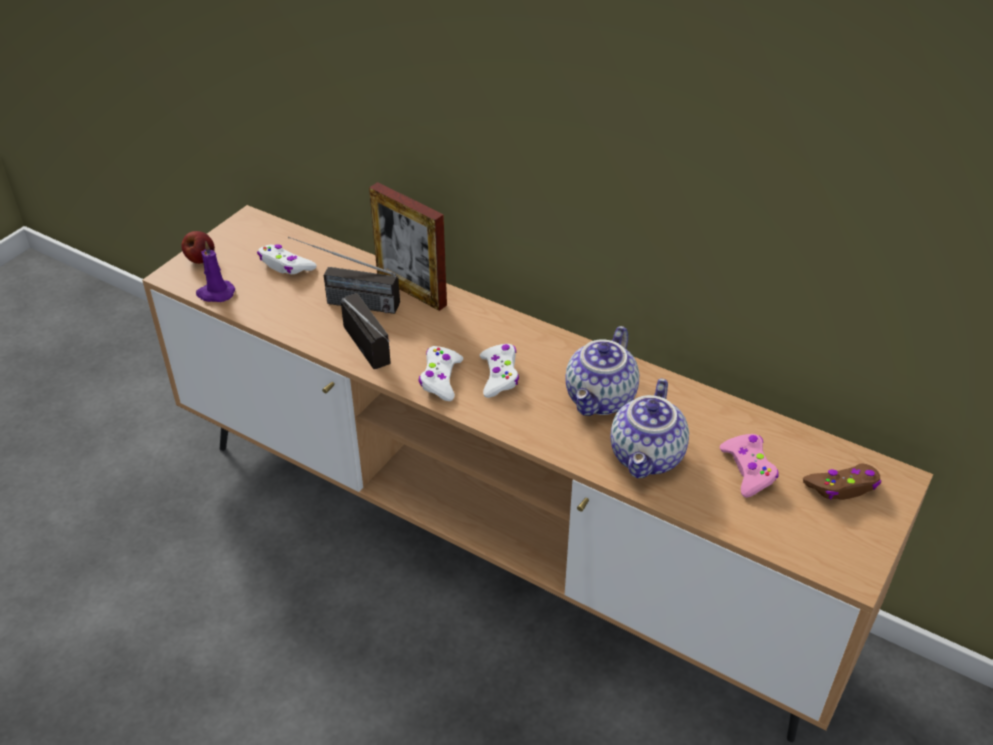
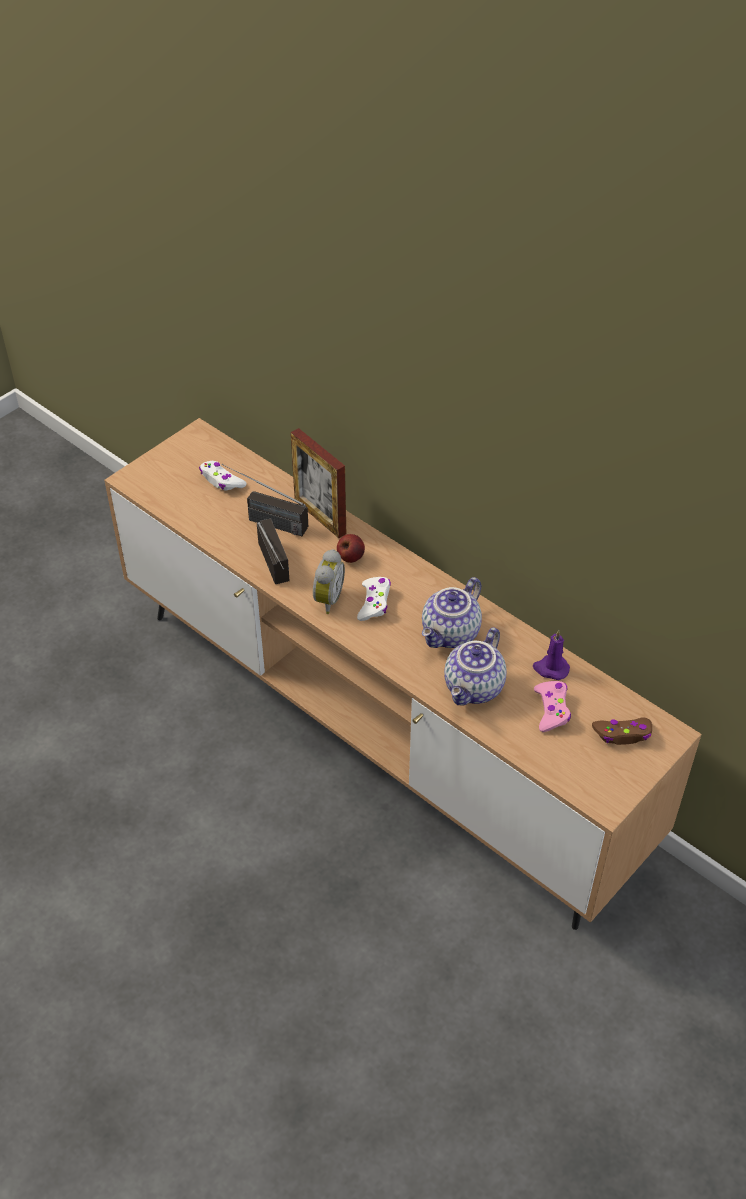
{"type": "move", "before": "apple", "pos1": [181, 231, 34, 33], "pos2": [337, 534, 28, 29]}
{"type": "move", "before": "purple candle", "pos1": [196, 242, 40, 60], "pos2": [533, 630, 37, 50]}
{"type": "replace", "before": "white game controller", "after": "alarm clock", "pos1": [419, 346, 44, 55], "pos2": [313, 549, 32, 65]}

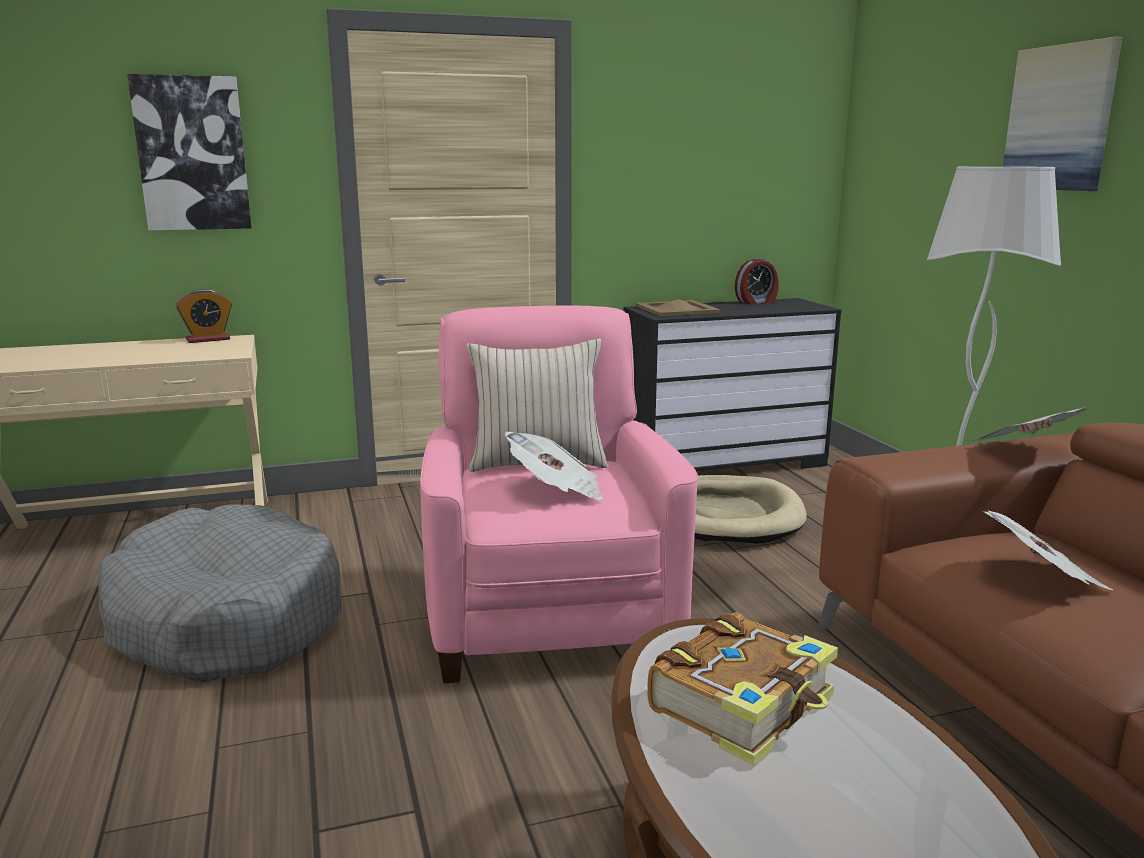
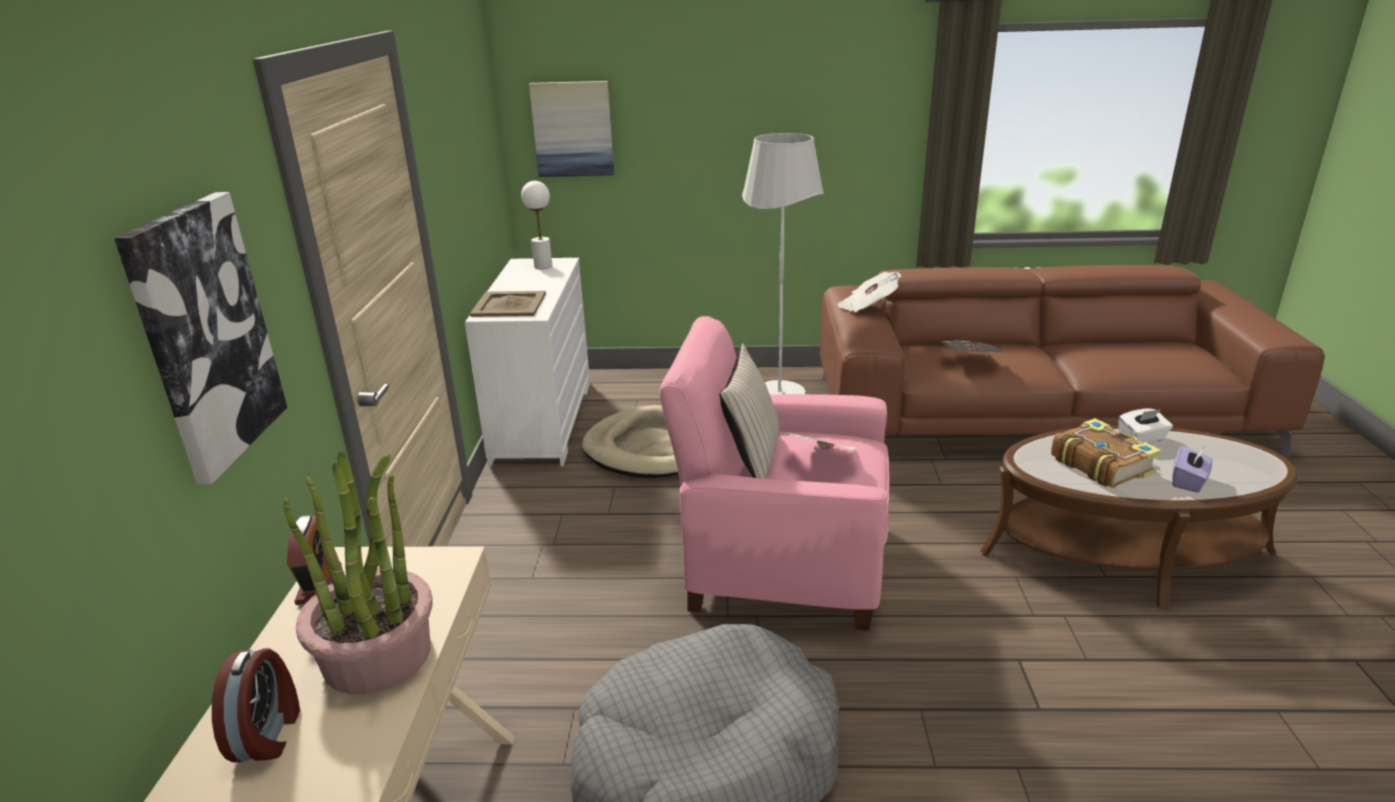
{"type": "insert", "after": "potted plant", "pos2": [283, 452, 149, 242]}
{"type": "insert", "after": "white table lamp", "pos2": [521, 181, 31, 88]}
{"type": "insert", "after": "white tissue box", "pos2": [1118, 408, 55, 36]}
{"type": "insert", "after": "purple tissue box", "pos2": [1172, 446, 41, 47]}
{"type": "move", "before": "alarm clock", "pos1": [735, 258, 44, 47], "pos2": [212, 648, 88, 115]}
{"type": "move", "before": "picture", "pos1": [1003, 37, 120, 154], "pos2": [529, 81, 85, 96]}
{"type": "recolor", "before": "black dresser", "after": "white dresser", "pos1": [624, 298, 218, 173], "pos2": [465, 258, 125, 209]}

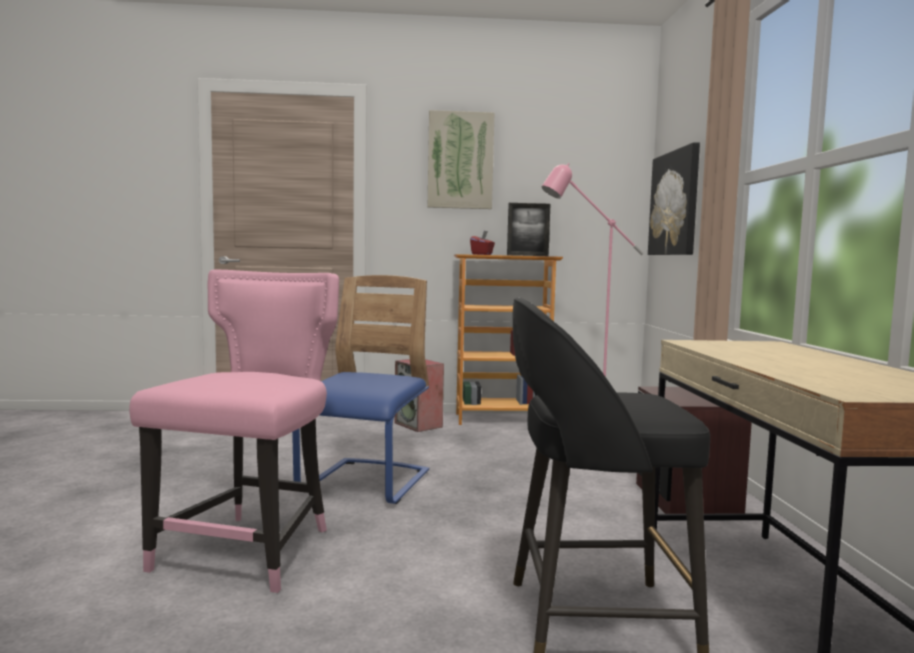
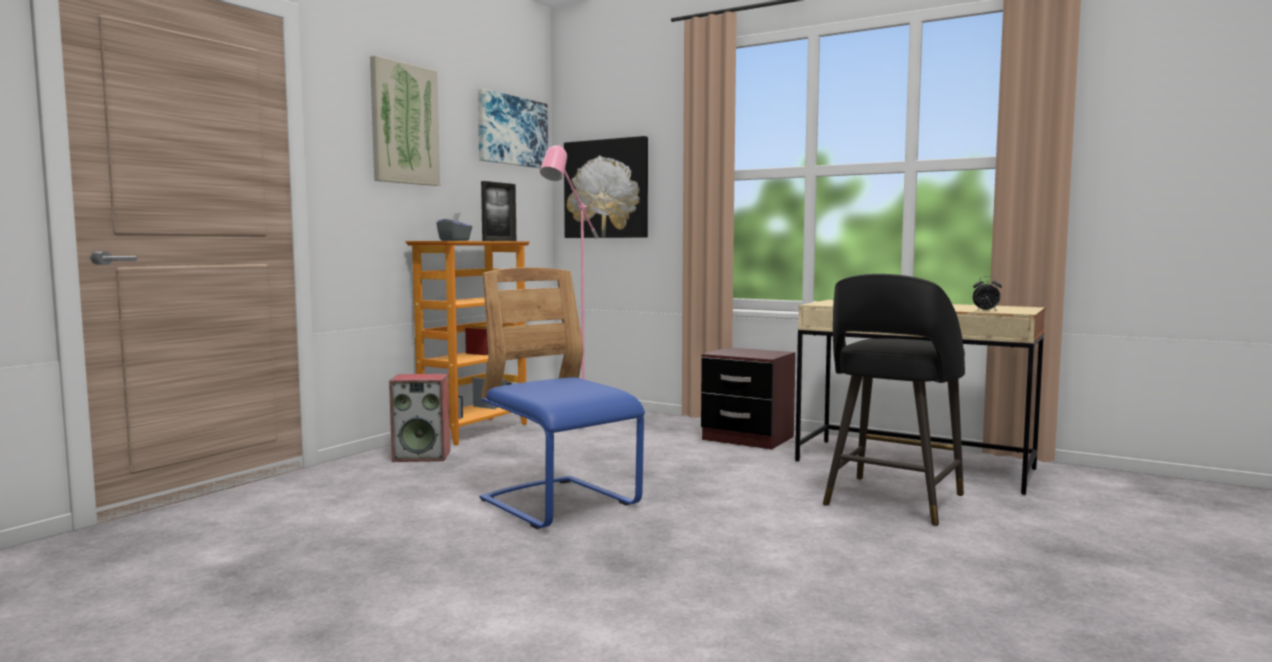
{"type": "delete", "before": "pink chair", "pos1": [129, 269, 210, 324]}
{"type": "insert", "after": "picture", "pos2": [478, 88, 70, 80]}
{"type": "insert", "after": "alarm clock", "pos2": [973, 276, 29, 35]}
{"type": "recolor", "before": "red tissue box", "after": "grey tissue box", "pos1": [470, 231, 25, 24], "pos2": [436, 212, 36, 29]}

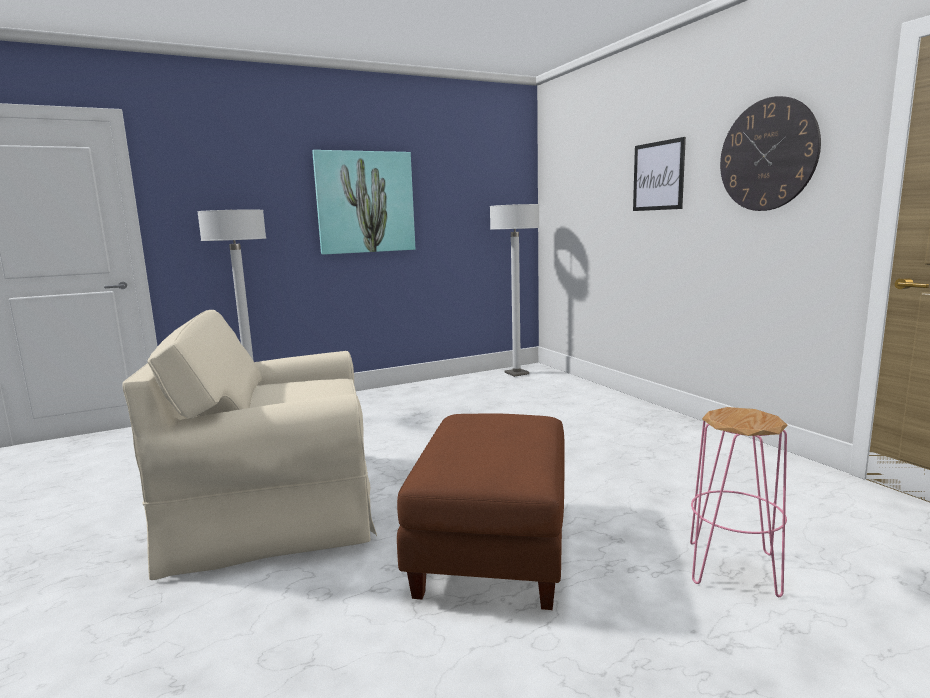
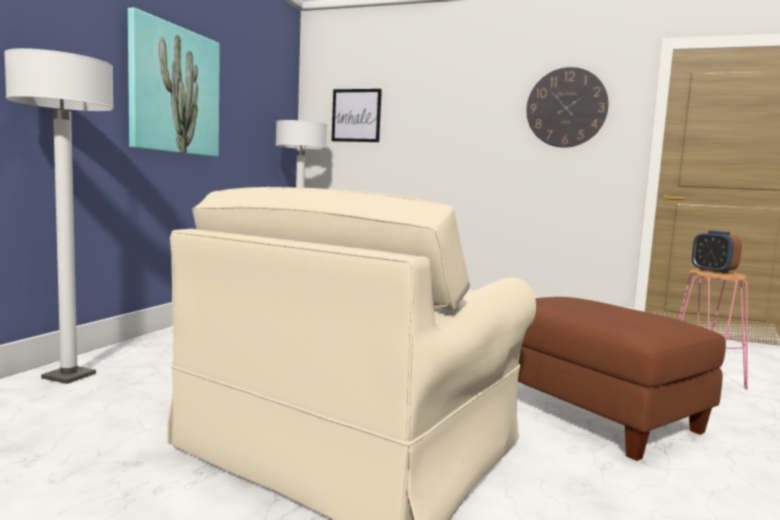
{"type": "insert", "after": "alarm clock", "pos2": [692, 230, 50, 44]}
{"type": "move", "before": "picture", "pos1": [633, 137, 53, 74], "pos2": [332, 89, 50, 53]}

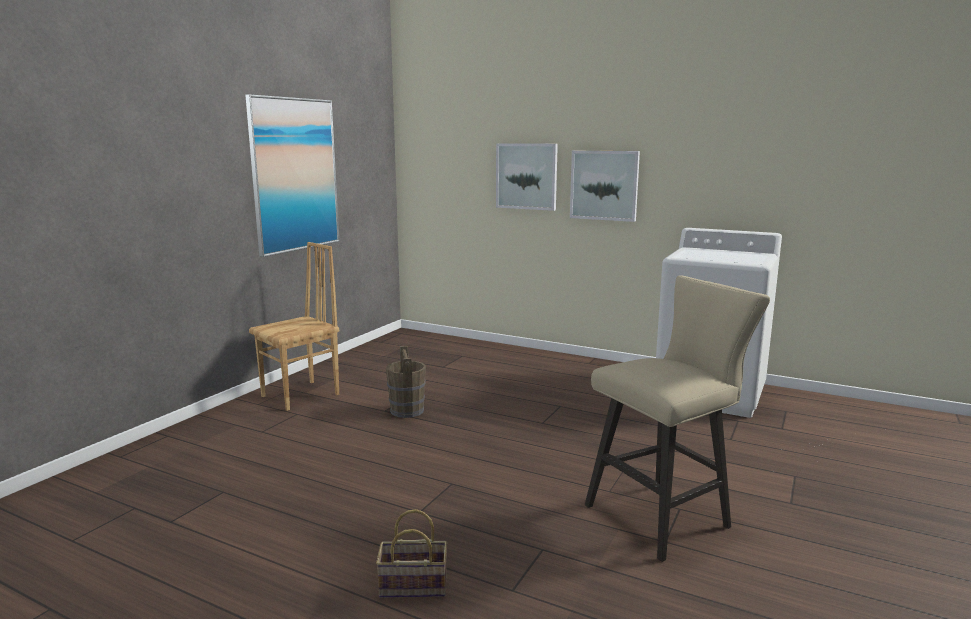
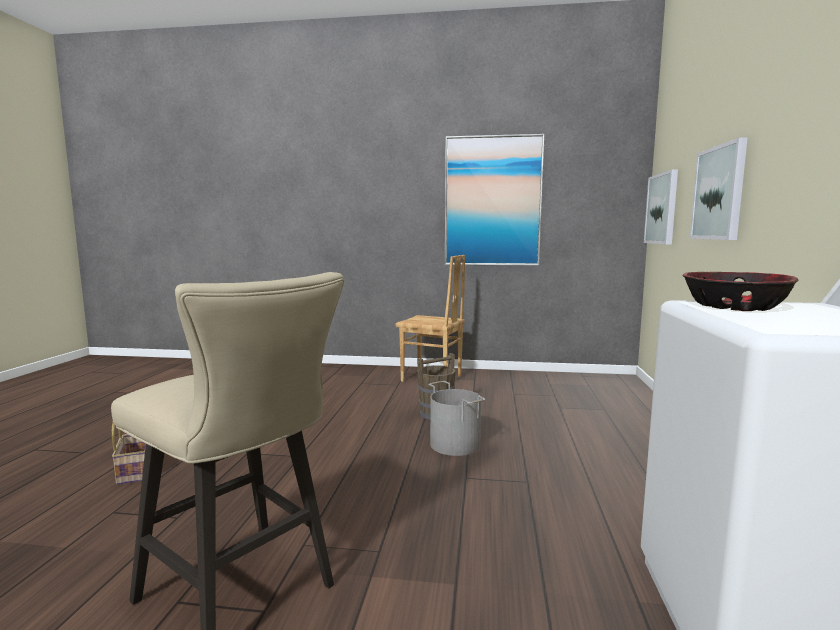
{"type": "insert", "after": "grey bucket", "pos2": [429, 381, 56, 75]}
{"type": "insert", "after": "bowl", "pos2": [682, 272, 117, 39]}
{"type": "move", "before": "picture", "pos1": [570, 151, 70, 71], "pos2": [644, 170, 34, 74]}

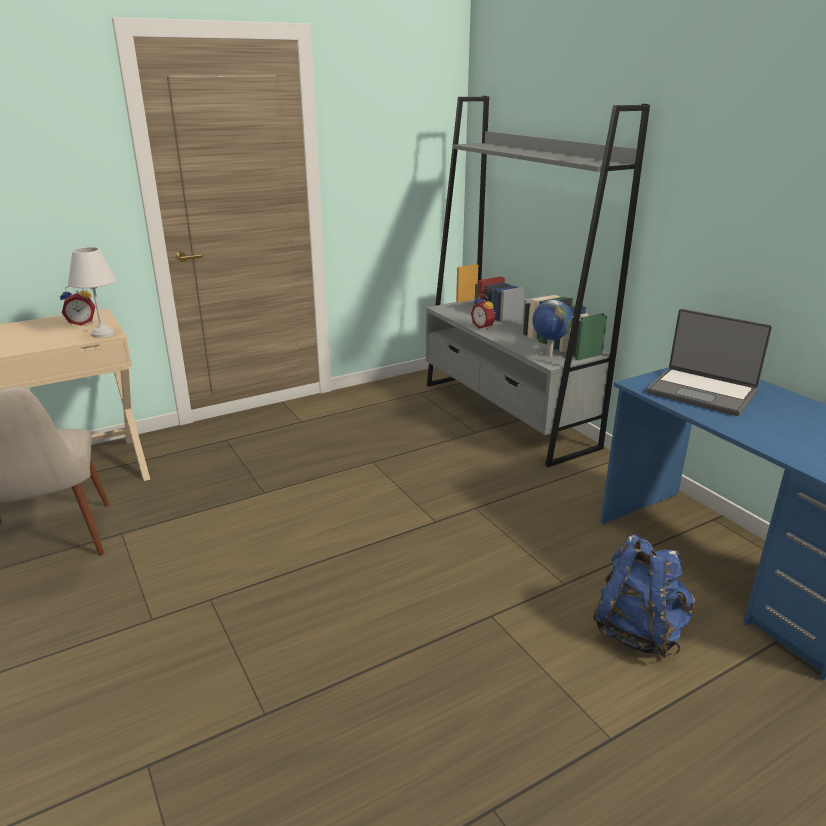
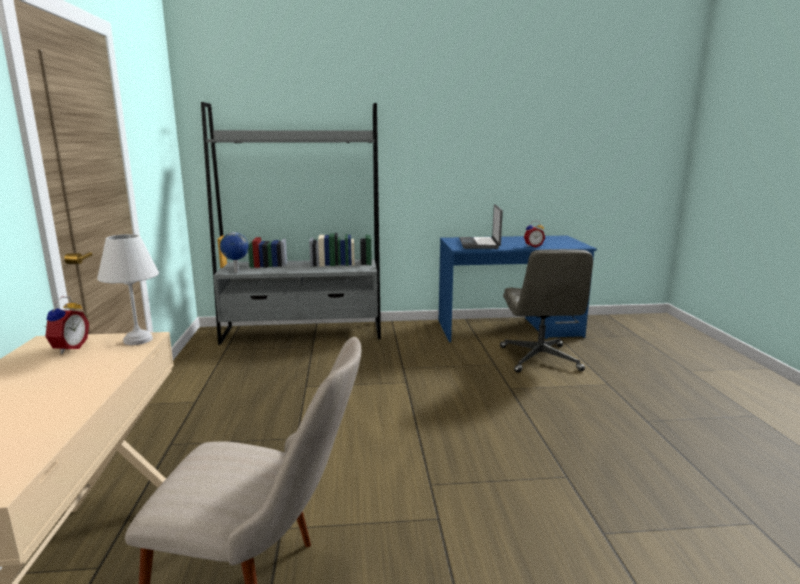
{"type": "move", "before": "alarm clock", "pos1": [471, 294, 24, 36], "pos2": [524, 221, 21, 27]}
{"type": "move", "before": "globe", "pos1": [532, 300, 41, 57], "pos2": [220, 232, 29, 41]}
{"type": "replace", "before": "blue backpack", "after": "grey office chair", "pos1": [593, 534, 102, 124], "pos2": [500, 249, 93, 124]}
{"type": "rotate", "before": "laptop", "pos1": [647, 309, 125, 107], "pos2": [459, 204, 44, 45], "turn": 120}

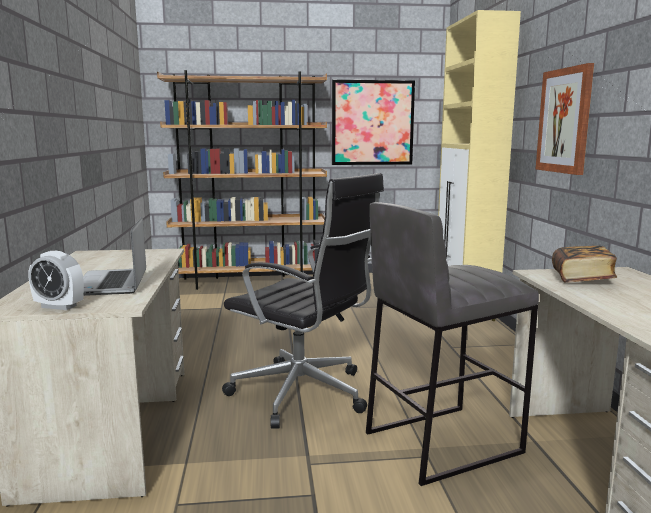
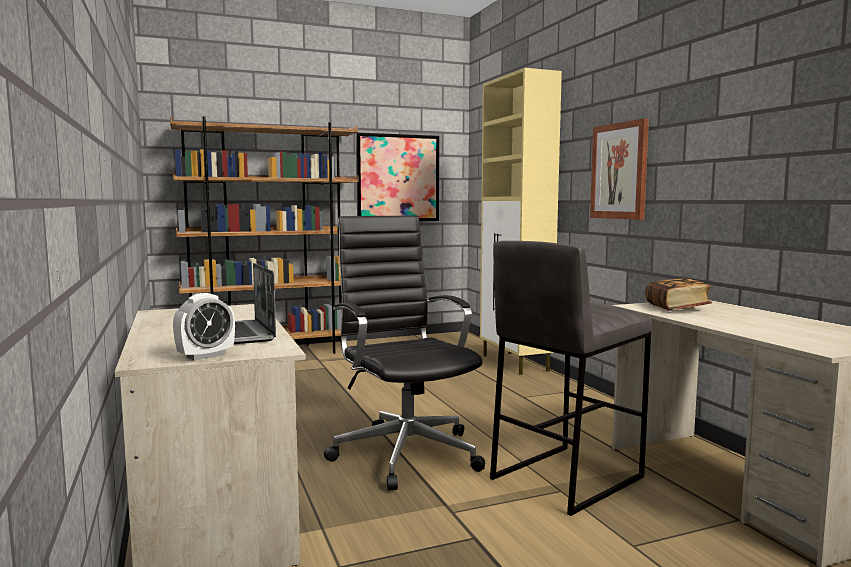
{"type": "rotate", "before": "alarm clock", "pos1": [29, 251, 55, 59], "pos2": [173, 293, 62, 68], "turn": -45}
{"type": "rotate", "before": "black office chair", "pos1": [222, 173, 162, 256], "pos2": [324, 215, 161, 276], "turn": -135}

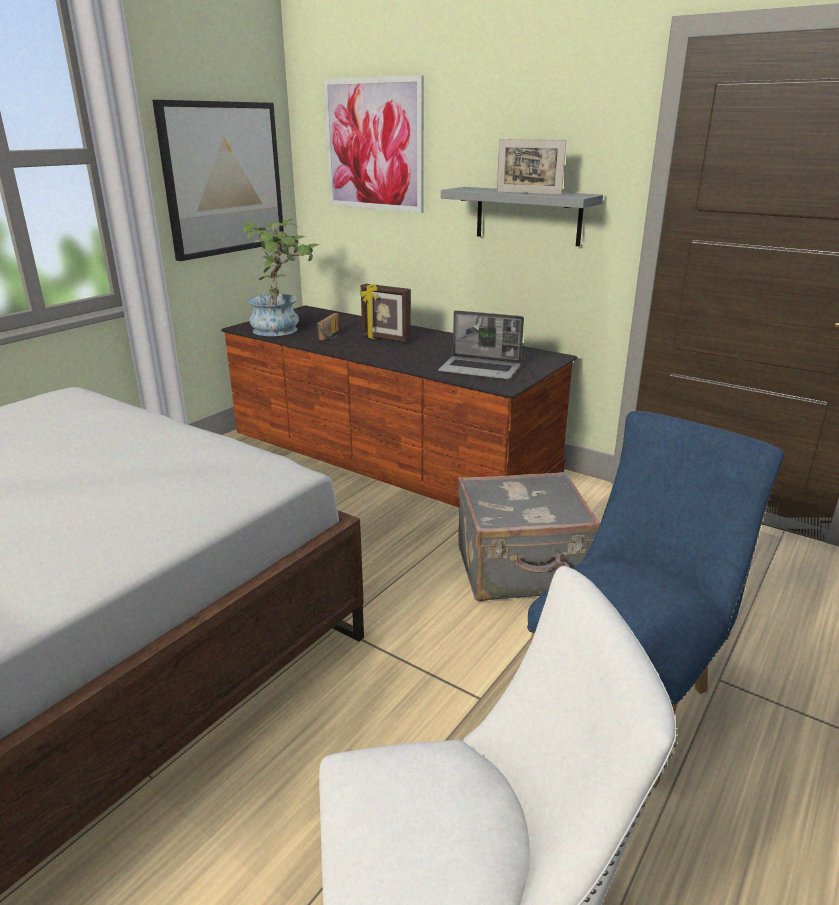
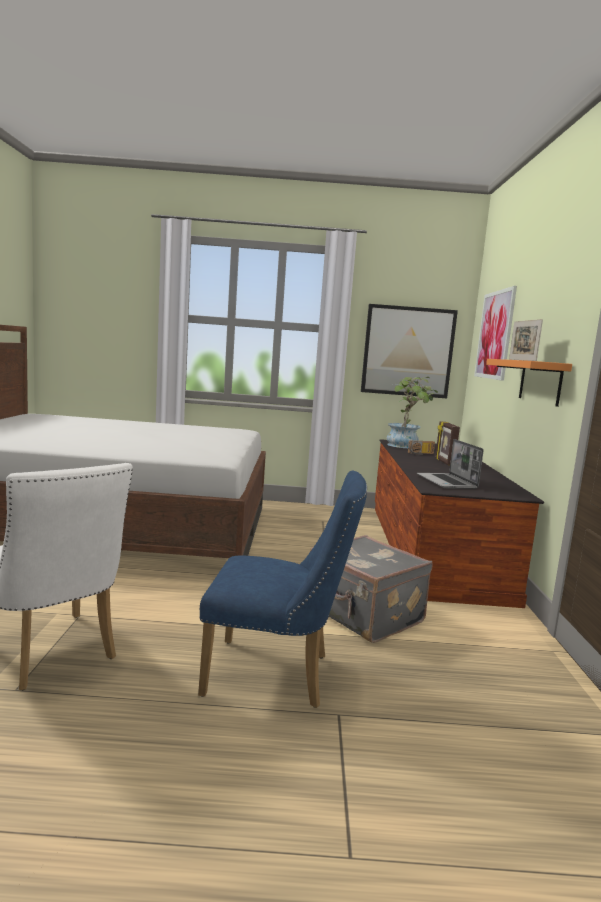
{"type": "recolor", "before": "grey shelf", "after": "orange shelf", "pos1": [441, 187, 162, 59], "pos2": [486, 359, 86, 48]}

